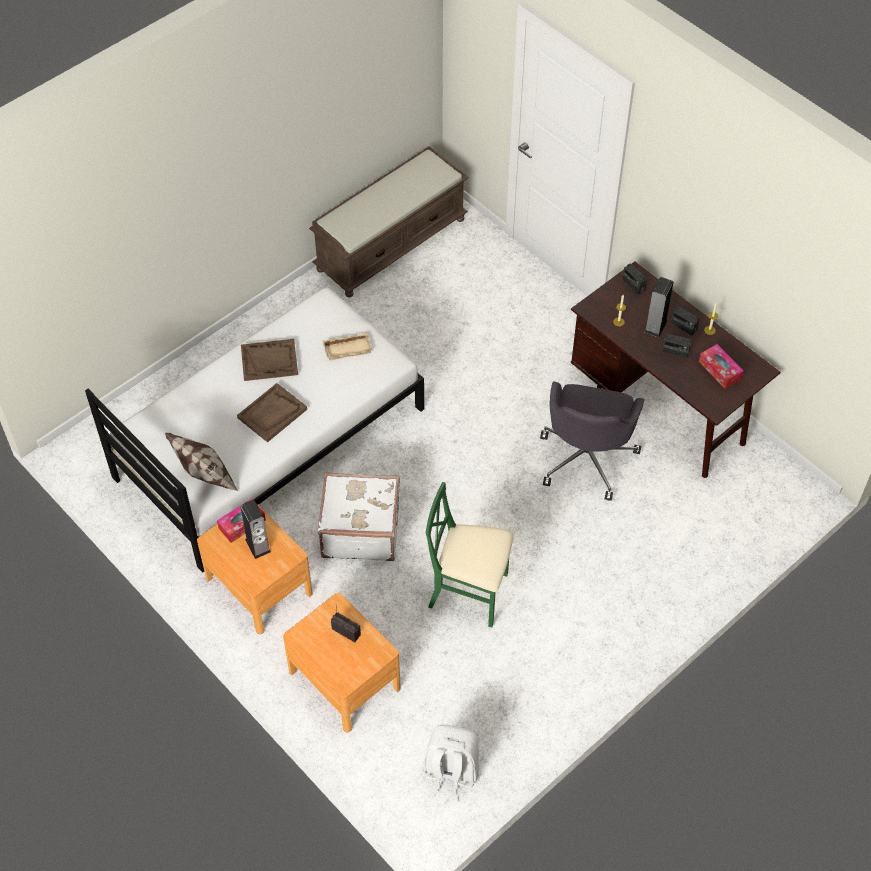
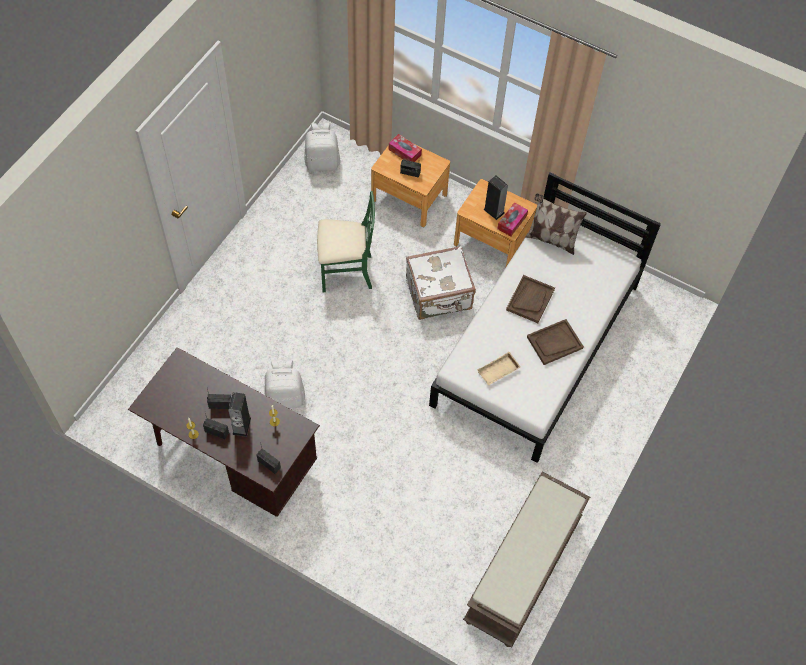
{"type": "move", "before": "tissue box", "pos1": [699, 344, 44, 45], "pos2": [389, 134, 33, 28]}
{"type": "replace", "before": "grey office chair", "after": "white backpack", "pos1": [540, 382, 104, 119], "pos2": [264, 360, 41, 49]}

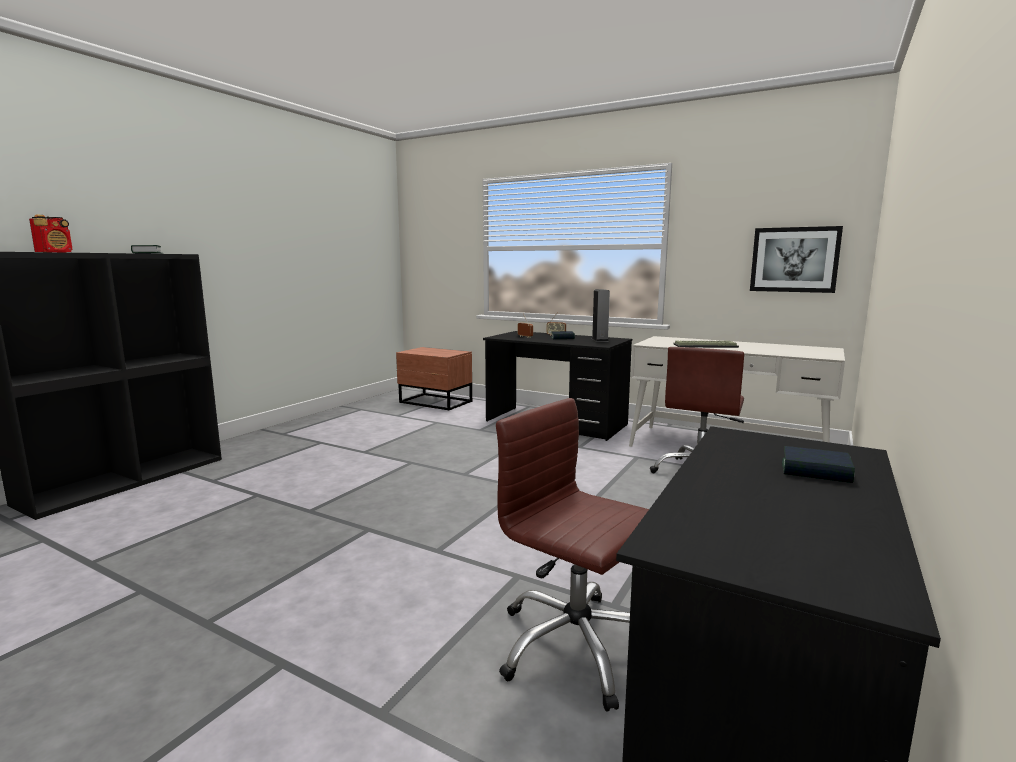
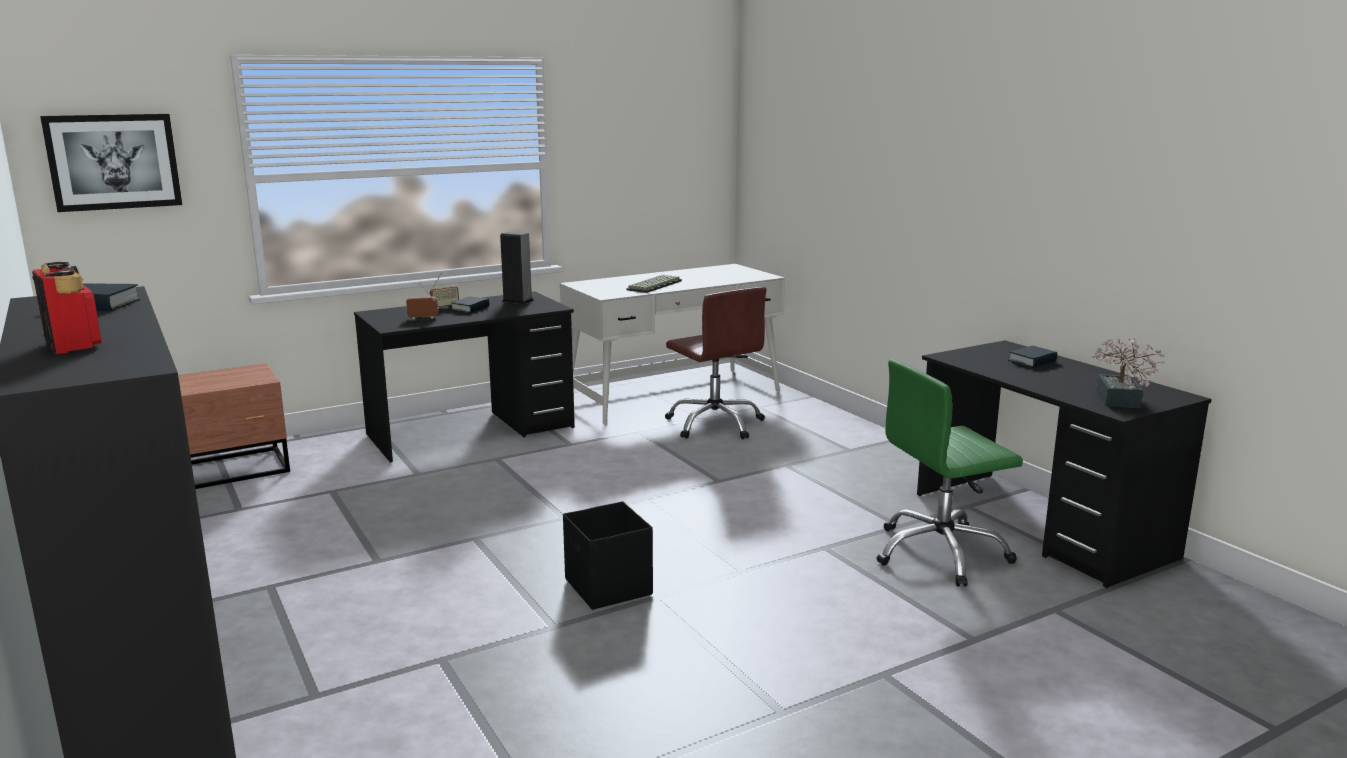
{"type": "insert", "after": "black storage box", "pos2": [563, 501, 90, 109]}
{"type": "insert", "after": "potted plant", "pos2": [1092, 338, 73, 70]}
{"type": "move", "before": "picture", "pos1": [750, 226, 93, 67], "pos2": [40, 114, 142, 98]}
{"type": "recolor", "before": "brown office chair", "after": "green office chair", "pos1": [496, 398, 153, 313], "pos2": [877, 359, 146, 228]}

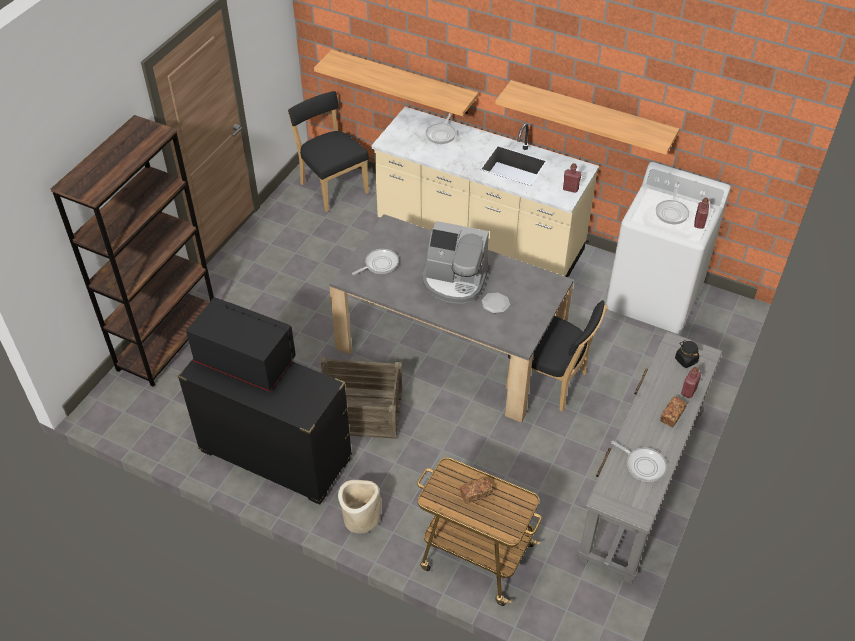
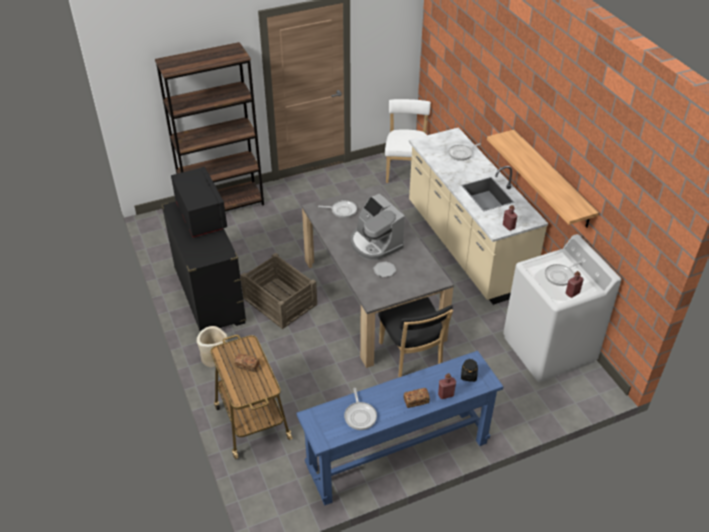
{"type": "delete", "before": "shelf", "pos1": [314, 50, 164, 66]}
{"type": "recolor", "before": "black chair", "after": "white chair", "pos1": [288, 91, 81, 121], "pos2": [385, 99, 46, 84]}
{"type": "recolor", "before": "grey console table", "after": "blue console table", "pos1": [577, 331, 146, 253], "pos2": [296, 351, 208, 155]}

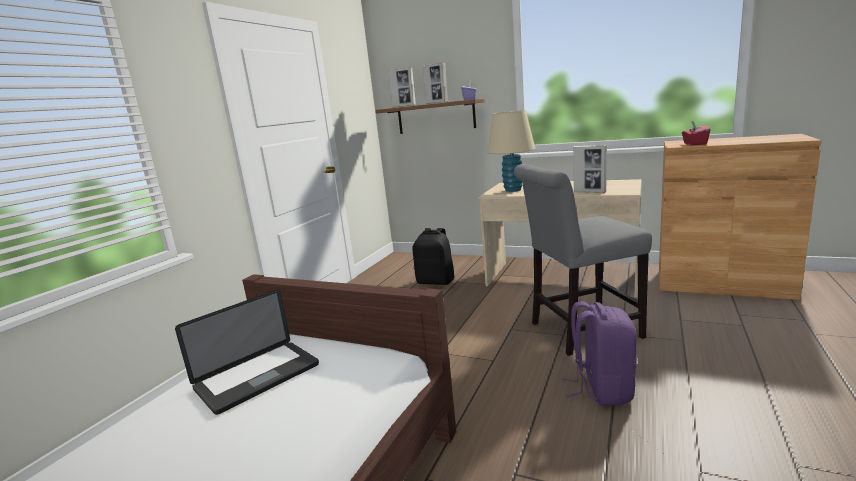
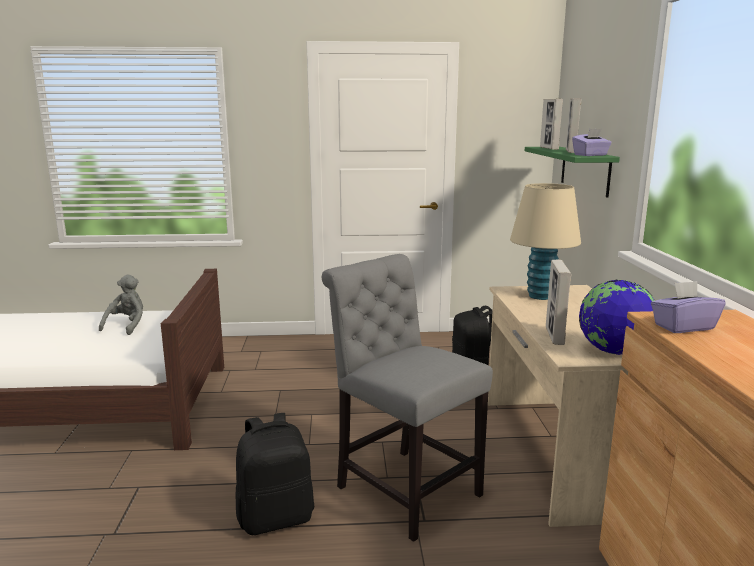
{"type": "insert", "after": "globe", "pos2": [579, 280, 76, 75]}
{"type": "replace", "before": "laptop", "after": "grey plush toy", "pos1": [175, 290, 144, 125], "pos2": [99, 275, 44, 60]}
{"type": "recolor", "before": "brown shelf", "after": "green shelf", "pos1": [376, 99, 108, 35], "pos2": [525, 147, 95, 51]}
{"type": "recolor", "before": "purple backpack", "after": "black backpack", "pos1": [562, 301, 75, 105], "pos2": [236, 413, 78, 122]}
{"type": "recolor", "before": "red tissue box", "after": "purple tissue box", "pos1": [682, 121, 28, 25], "pos2": [651, 281, 75, 52]}

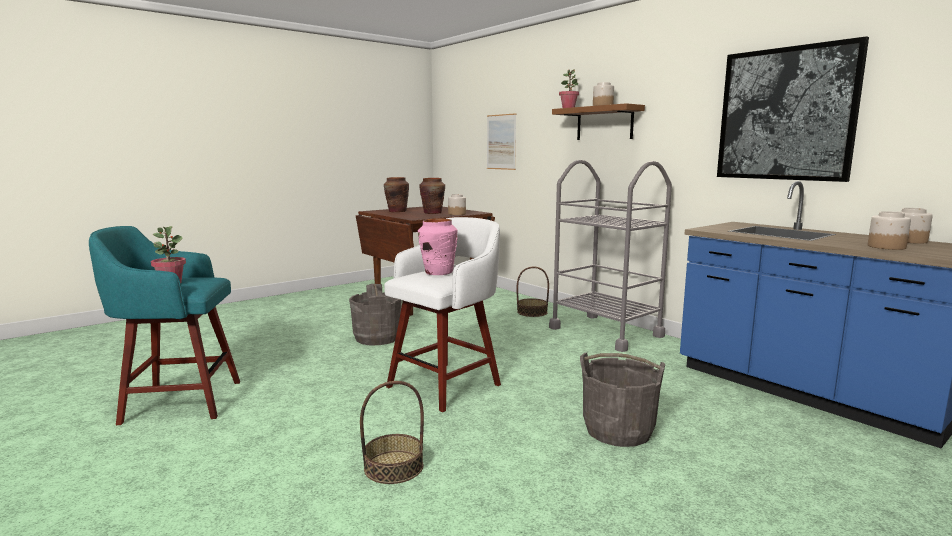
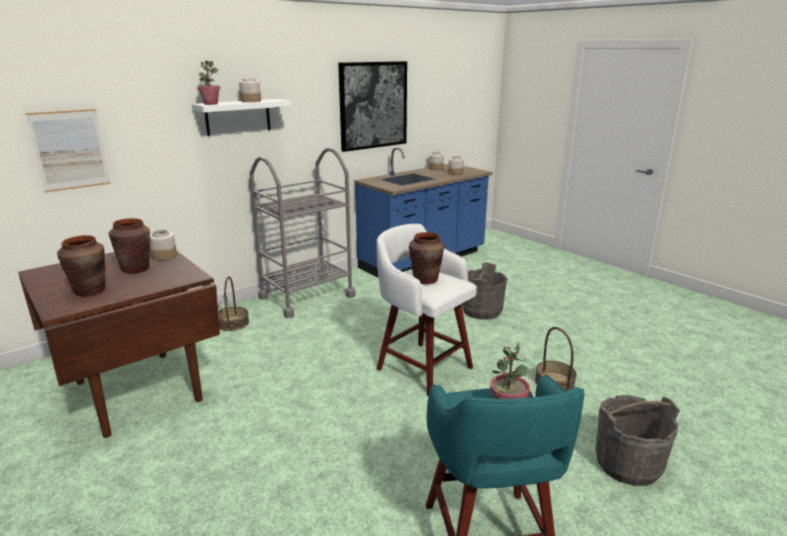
{"type": "move", "before": "grey bucket", "pos1": [349, 284, 53, 62], "pos2": [595, 395, 85, 91]}
{"type": "recolor", "before": "pink vase", "after": "brown vase", "pos1": [418, 219, 40, 56], "pos2": [409, 232, 35, 52]}
{"type": "recolor", "before": "brown shelf", "after": "white shelf", "pos1": [552, 103, 93, 37], "pos2": [192, 99, 99, 37]}

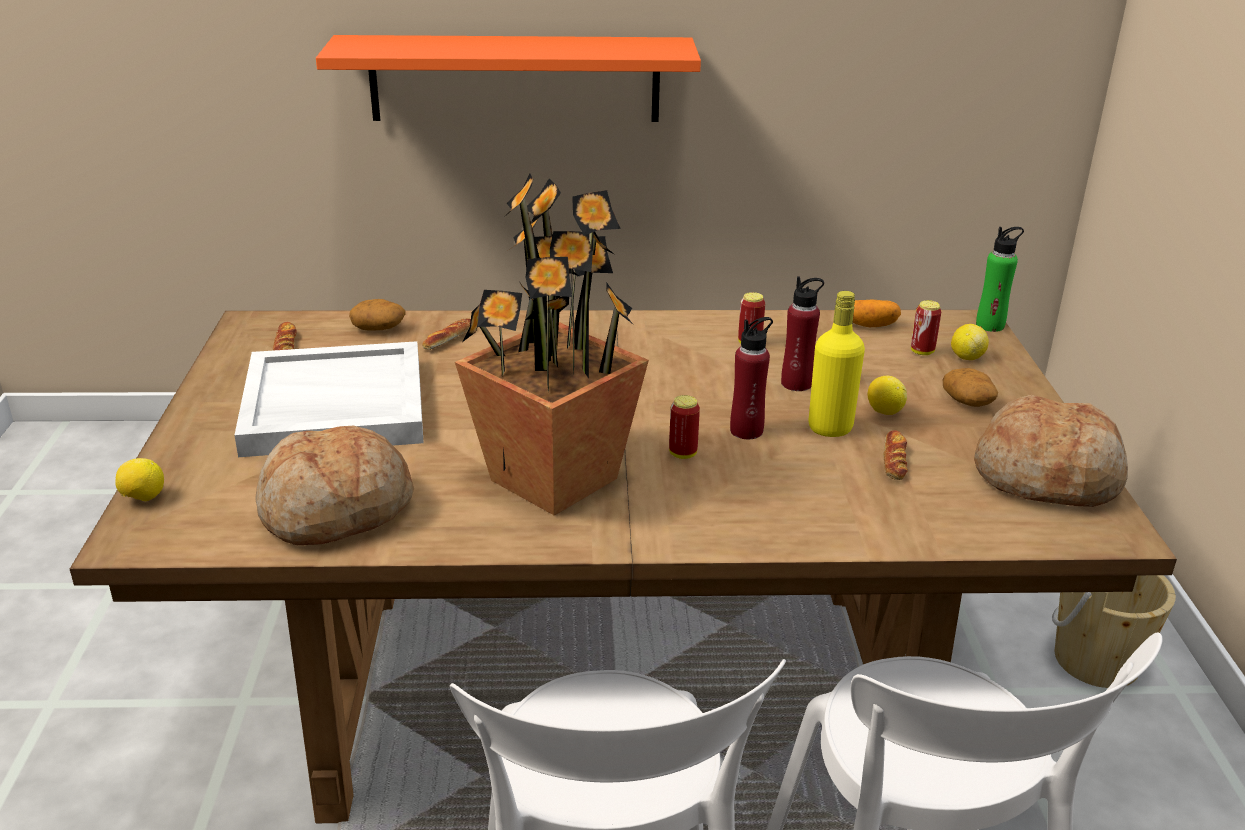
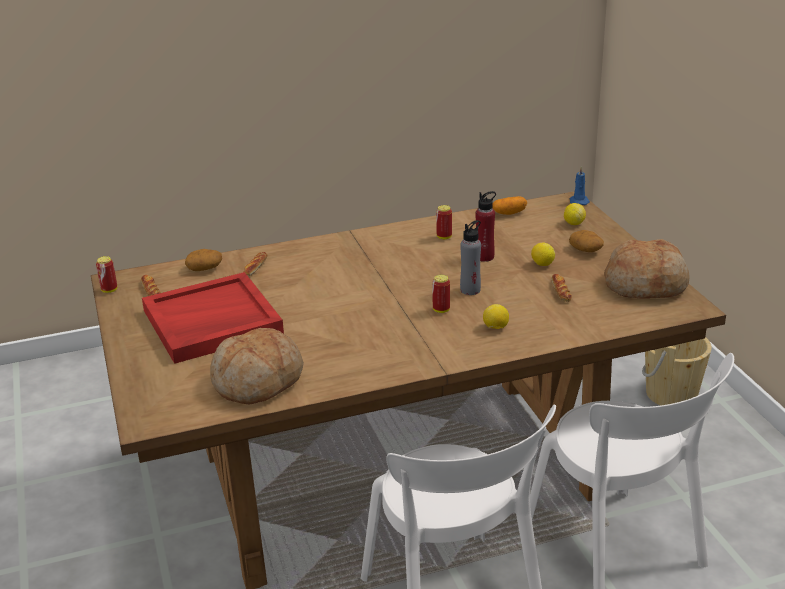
{"type": "delete", "before": "orange shelf", "pos1": [316, 35, 385, 87]}
{"type": "delete", "before": "potted plant", "pos1": [455, 173, 194, 343]}
{"type": "delete", "before": "yellow bottle", "pos1": [809, 291, 56, 146]}
{"type": "move", "before": "lemon", "pos1": [115, 458, 49, 43], "pos2": [483, 304, 26, 25]}
{"type": "move", "before": "can", "pos1": [911, 300, 30, 55], "pos2": [96, 256, 21, 37]}
{"type": "replace", "before": "green bottle", "after": "blue candle", "pos1": [976, 227, 48, 105], "pos2": [570, 166, 20, 39]}
{"type": "recolor", "before": "white tray", "after": "red tray", "pos1": [234, 341, 190, 116], "pos2": [142, 272, 142, 92]}
{"type": "recolor", "before": "red bottle", "after": "grey bottle", "pos1": [730, 317, 43, 122], "pos2": [460, 220, 21, 75]}

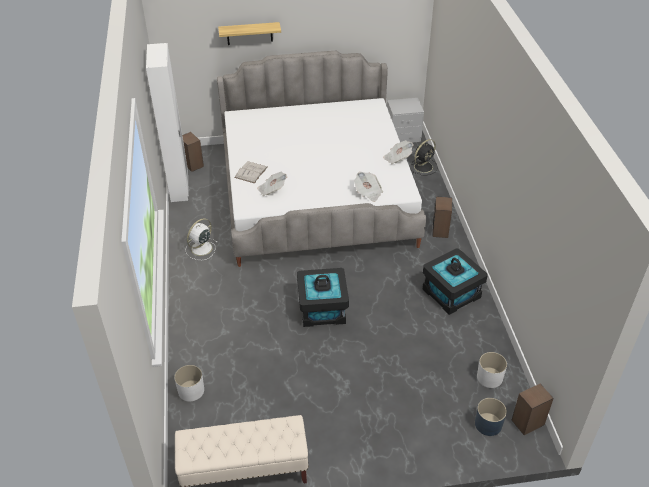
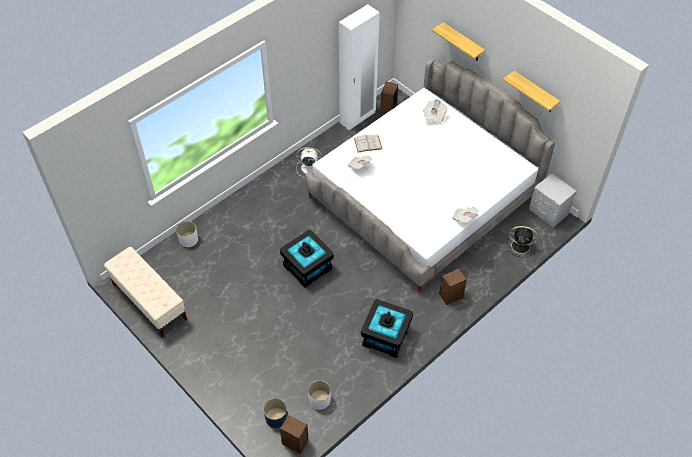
{"type": "insert", "after": "shelf", "pos2": [503, 71, 57, 41]}
{"type": "move", "before": "newspaper", "pos1": [354, 172, 29, 30], "pos2": [423, 99, 24, 27]}

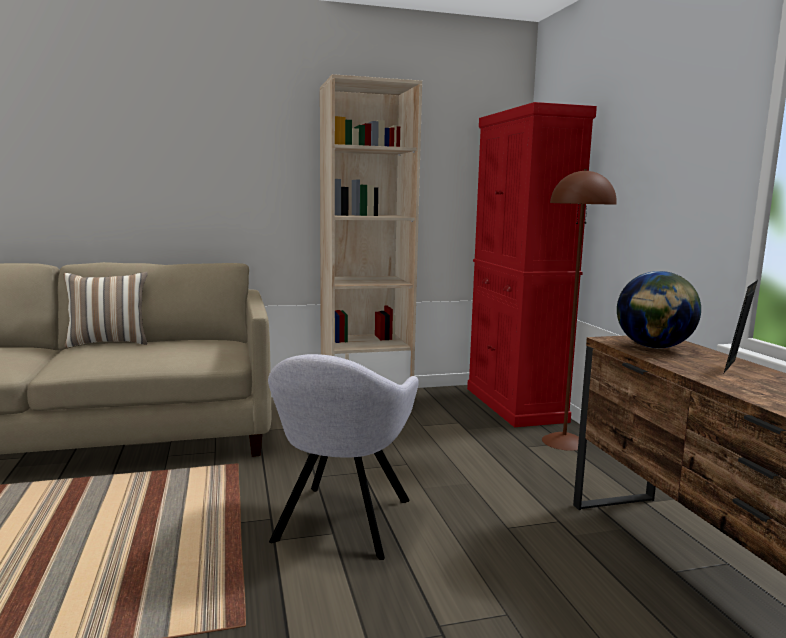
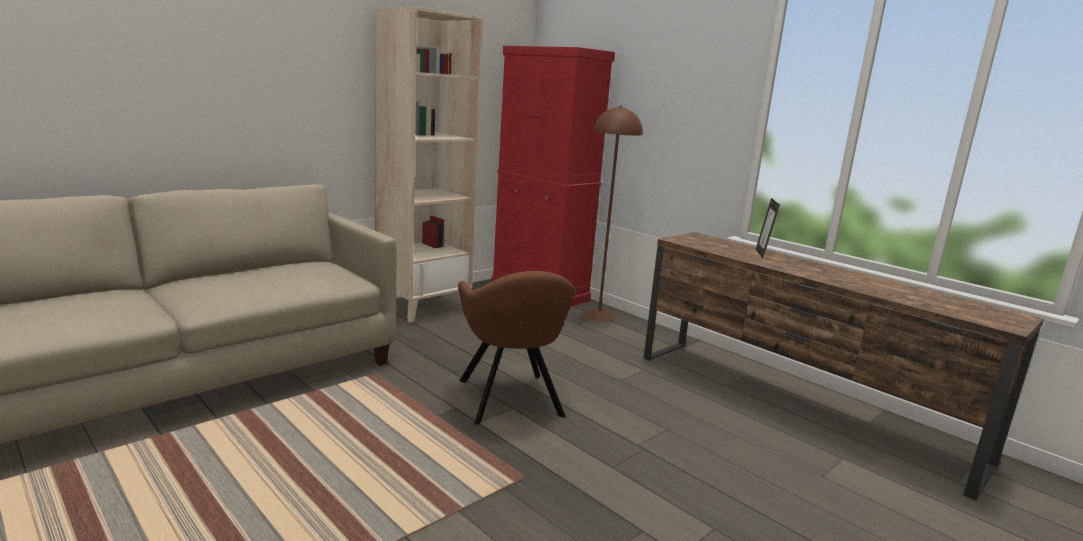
{"type": "delete", "before": "pillow", "pos1": [64, 272, 84, 76]}
{"type": "delete", "before": "globe", "pos1": [617, 271, 84, 77]}
{"type": "recolor", "before": "grey armchair", "after": "brown armchair", "pos1": [268, 354, 151, 206], "pos2": [458, 271, 117, 154]}

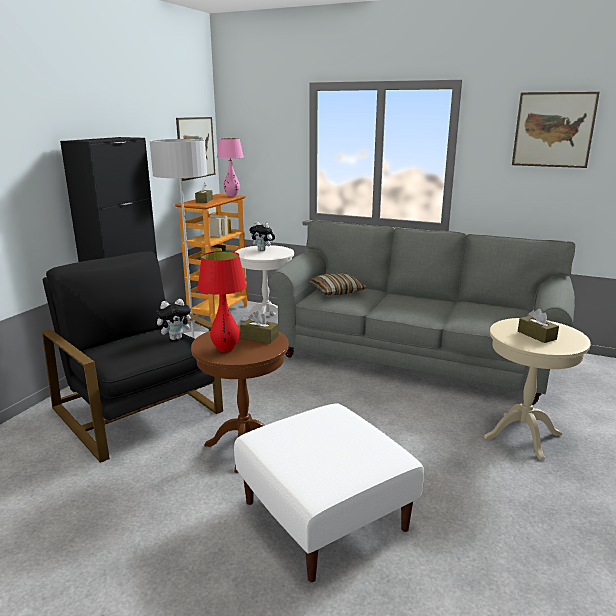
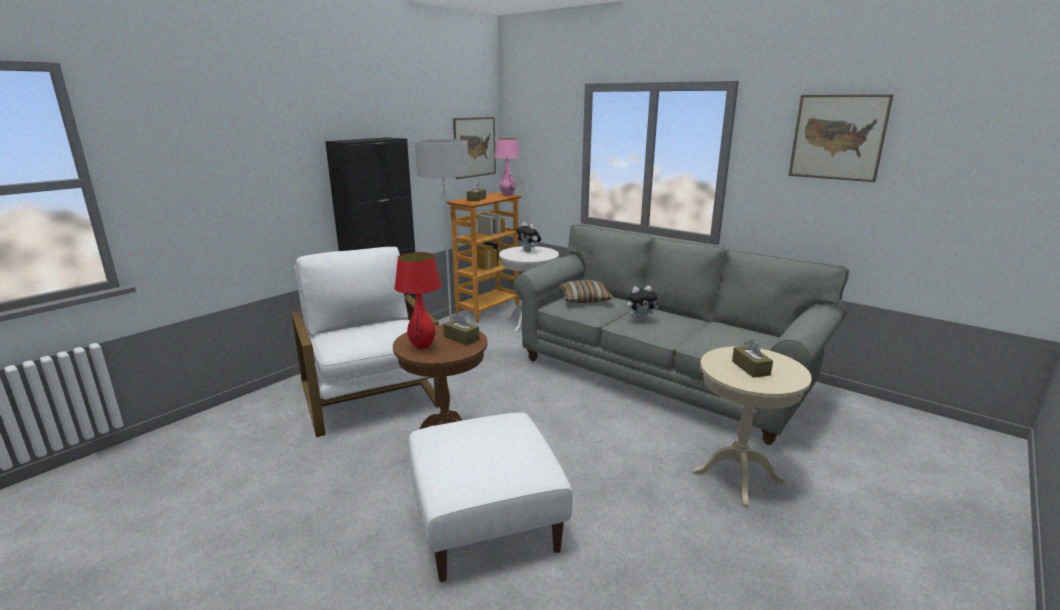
{"type": "move", "before": "plush toy", "pos1": [157, 299, 38, 41], "pos2": [627, 286, 32, 36]}
{"type": "recolor", "before": "black armchair", "after": "white armchair", "pos1": [42, 252, 181, 211], "pos2": [291, 247, 149, 190]}

